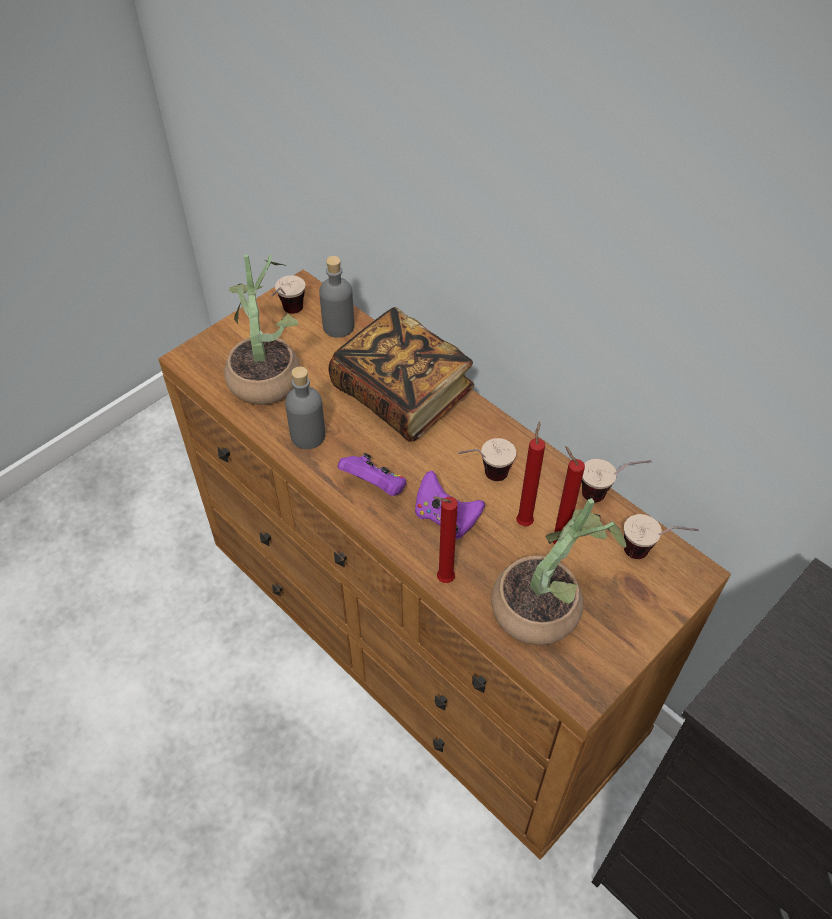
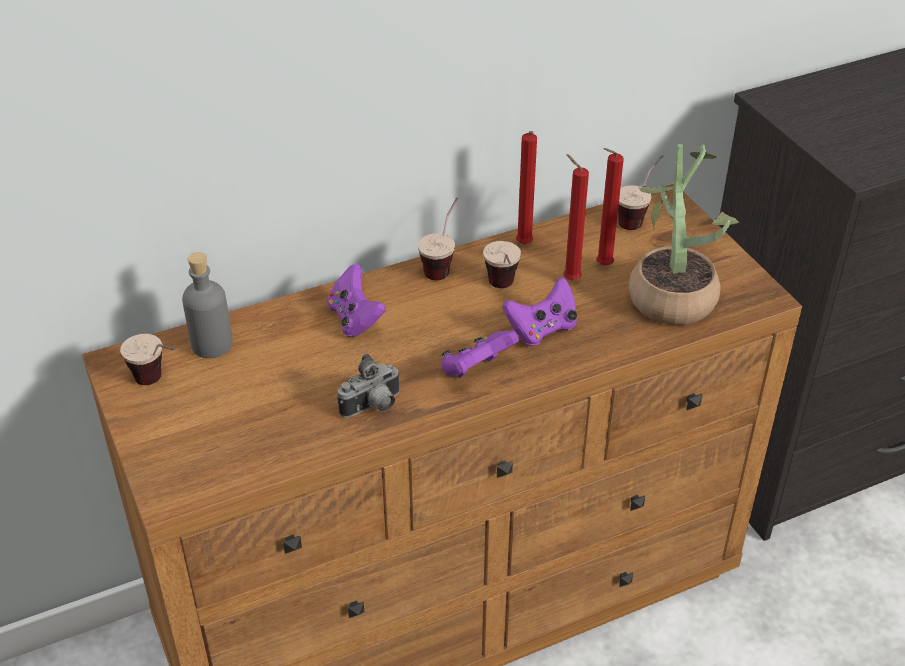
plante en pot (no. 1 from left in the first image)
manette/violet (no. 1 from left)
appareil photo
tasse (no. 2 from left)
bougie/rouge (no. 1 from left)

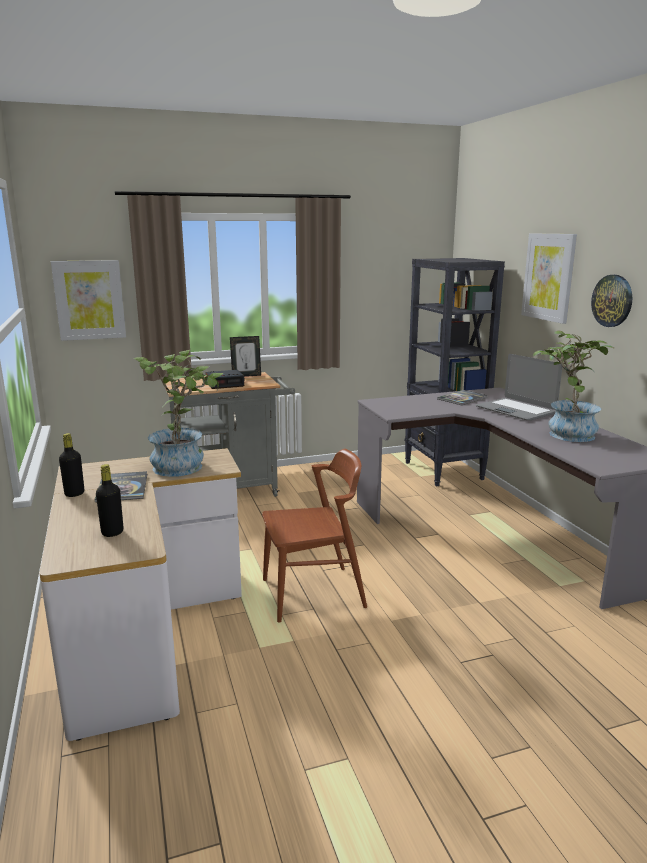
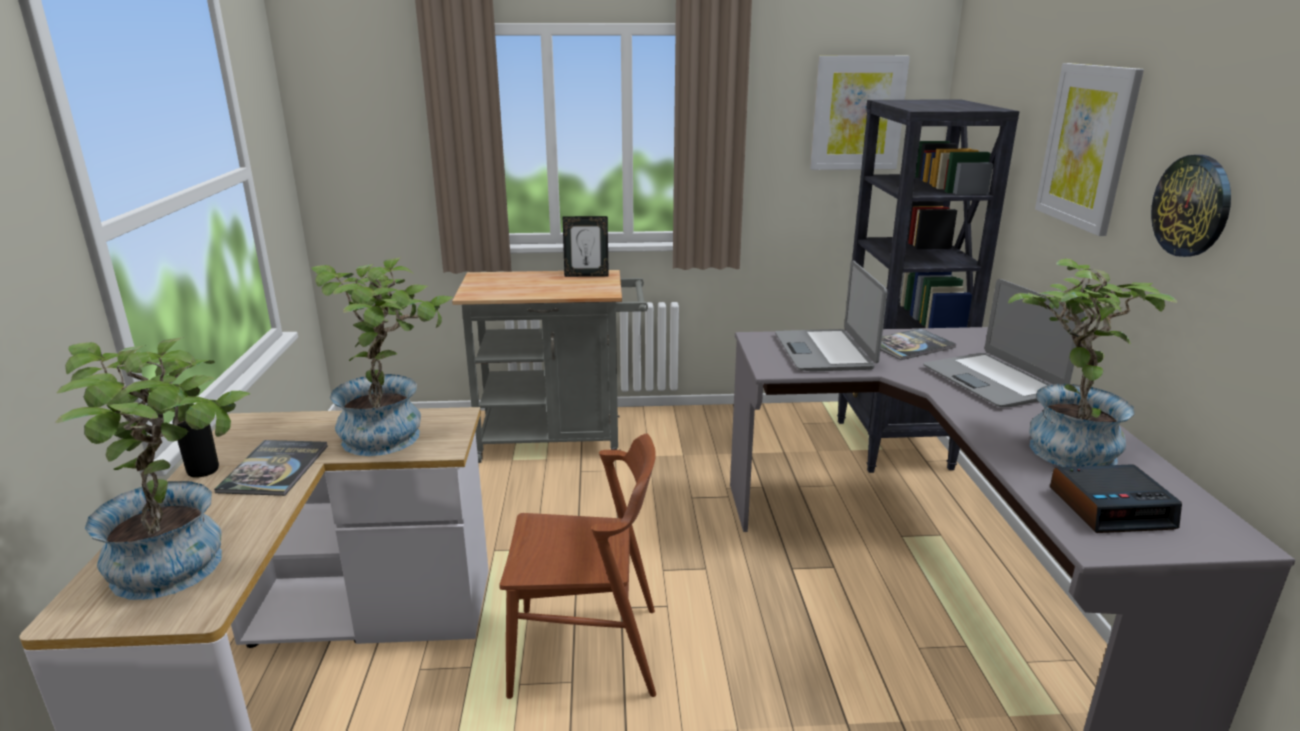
tableau (no. 1 from left)
réveil
plante en pot (no. 1 from left)
ordinateur portable (no. 1 from left)

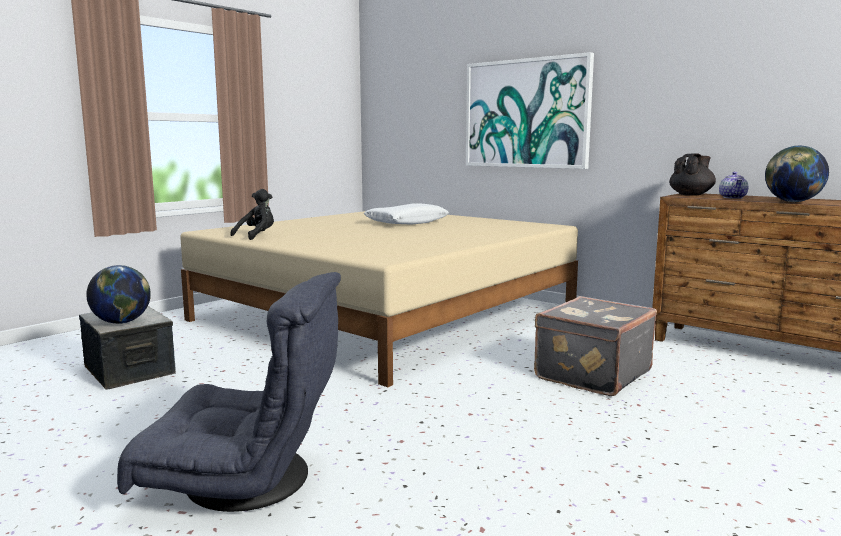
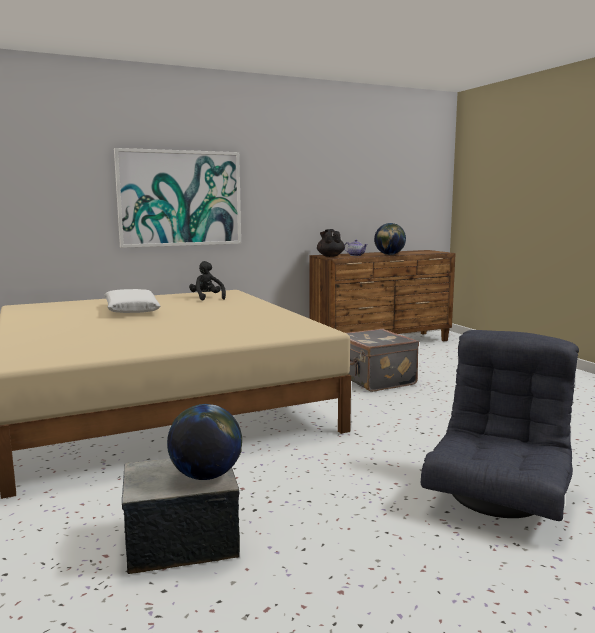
peluche/noir

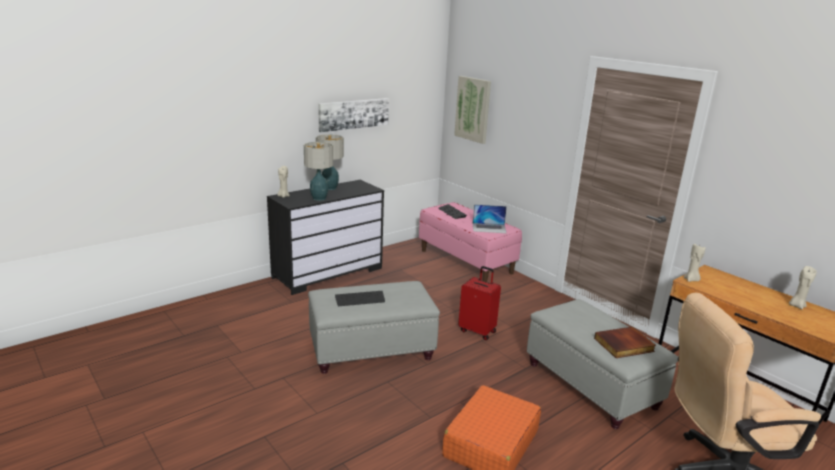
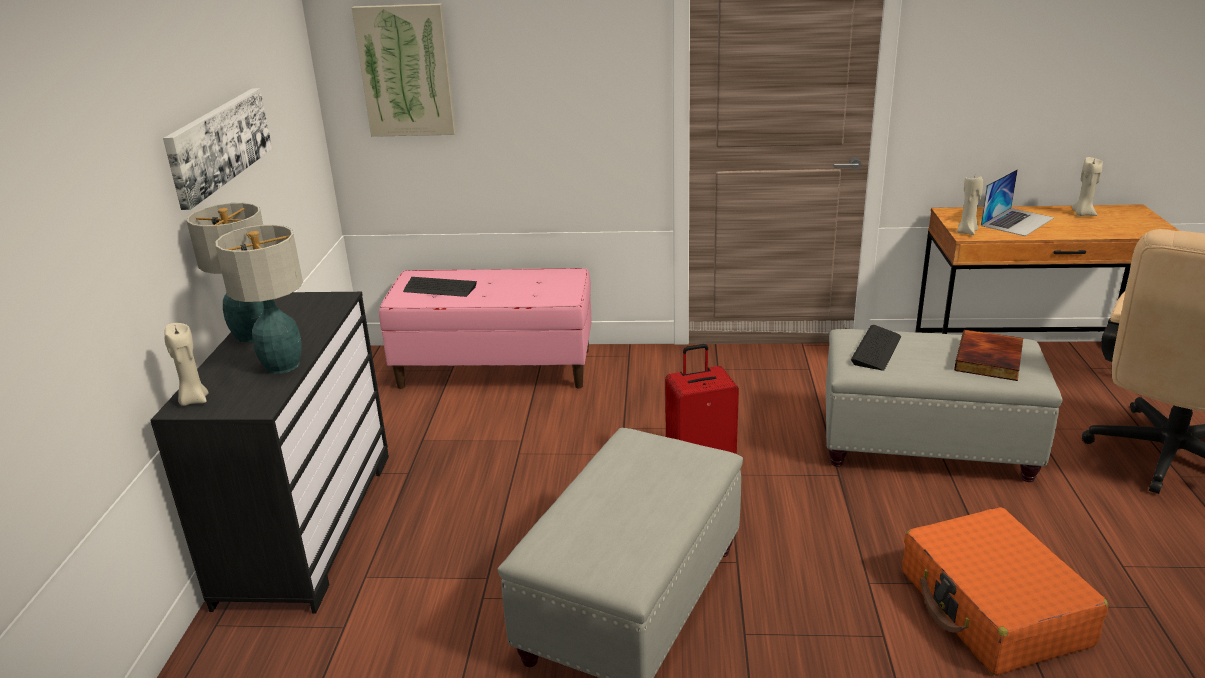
ordinateur portable
clavier (no. 2 from left)

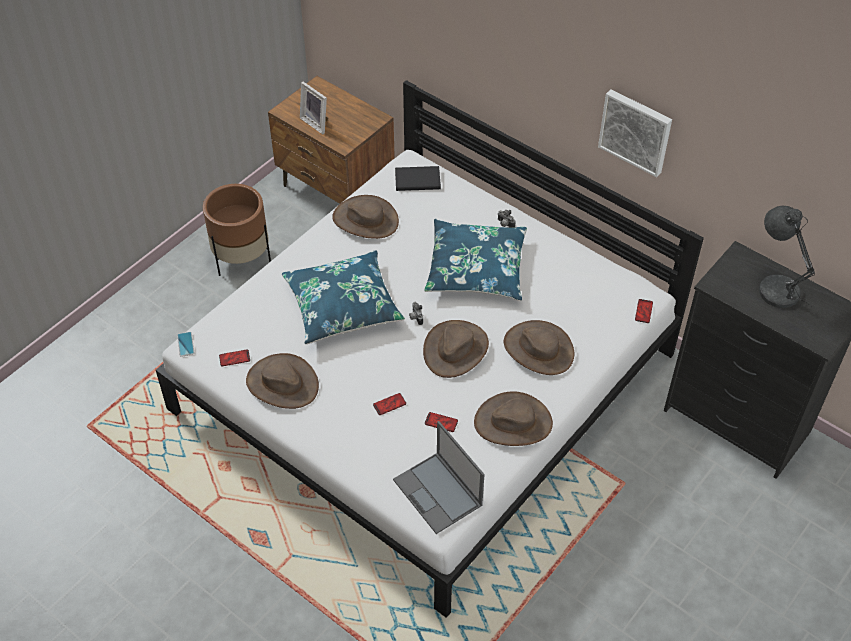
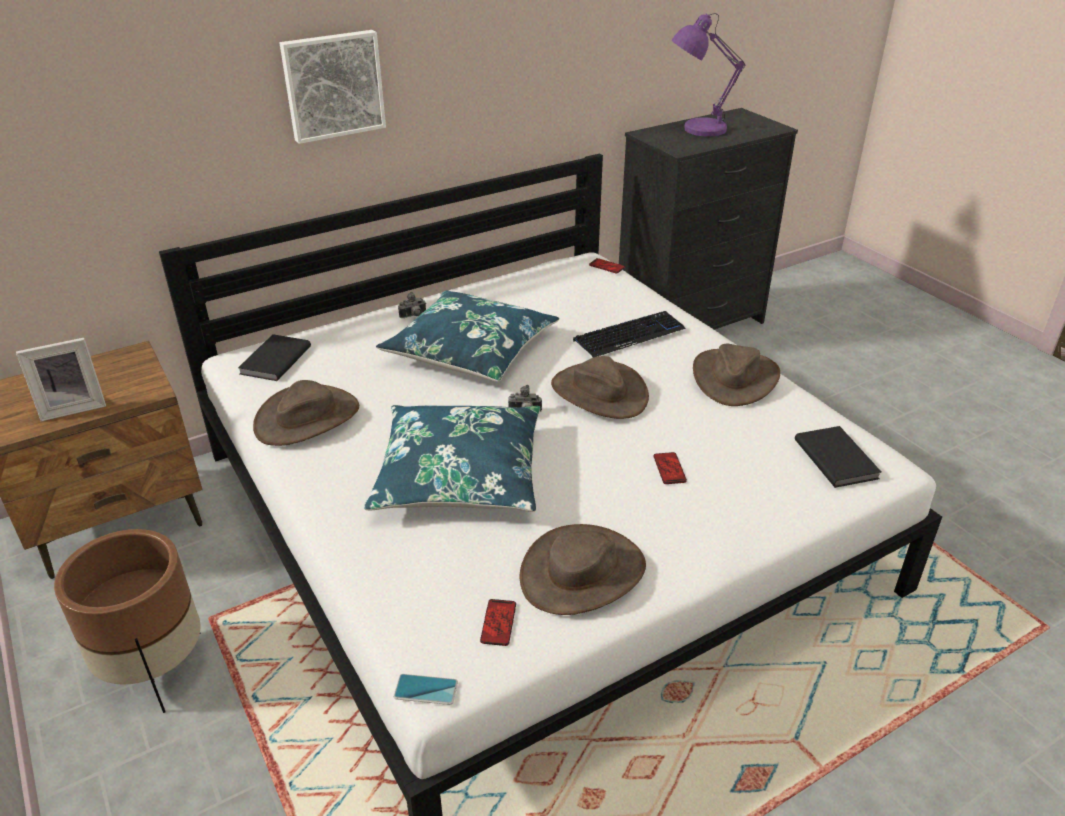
tableau
lampe de table/violet
clavier
téléphone (no. 4 from left in the first image)
livre/noir (no. 2 from left)

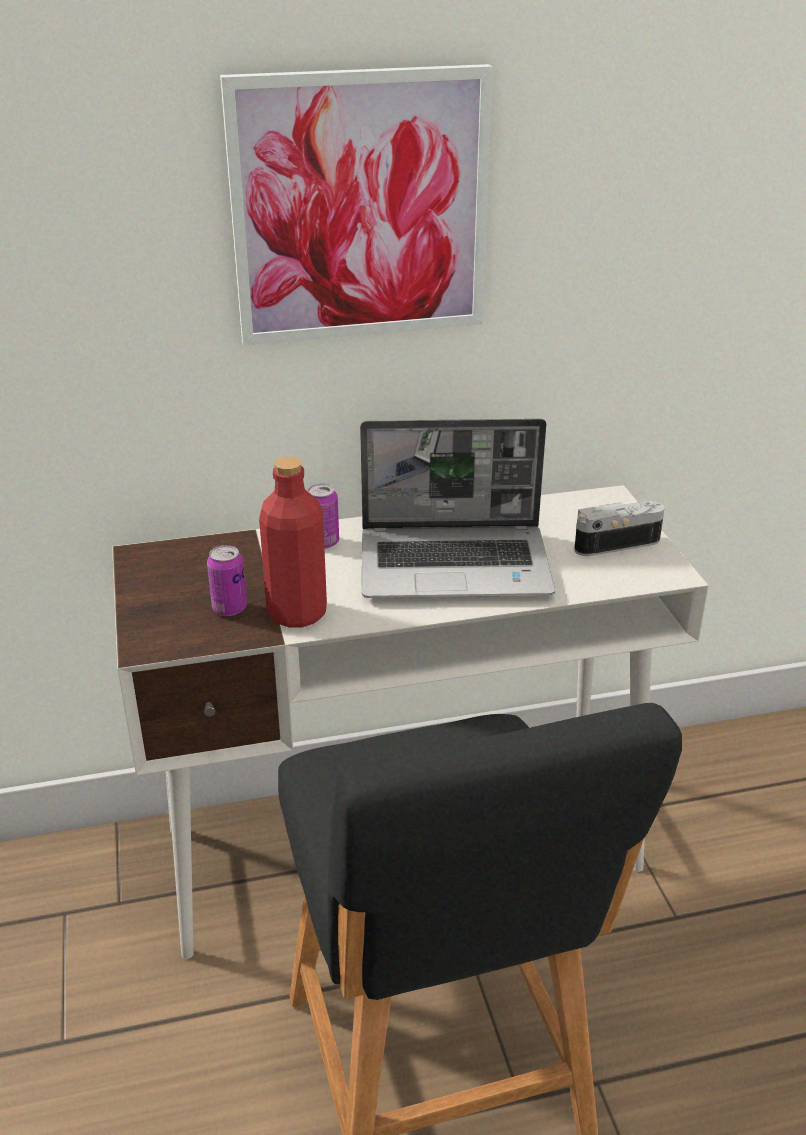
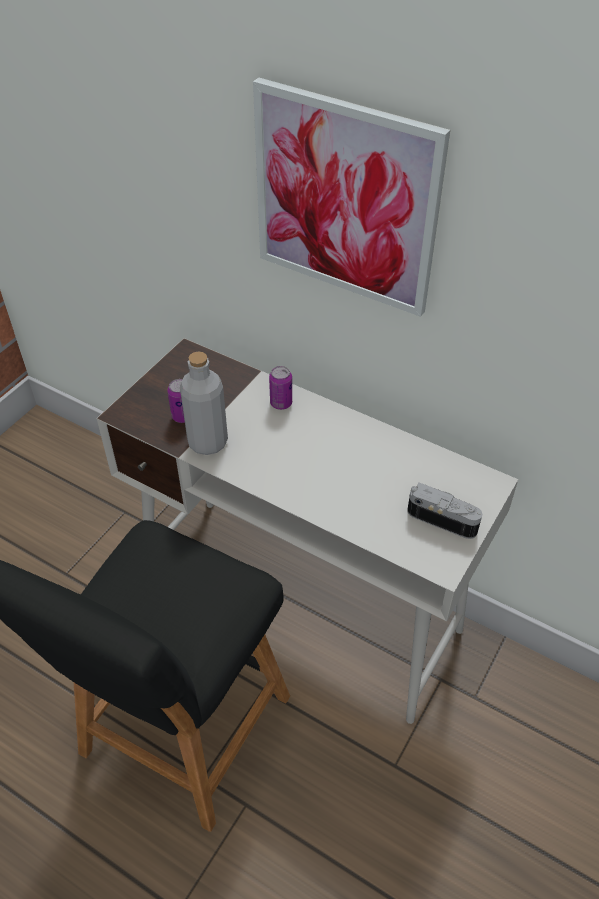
ordinateur portable
bouteille/gris

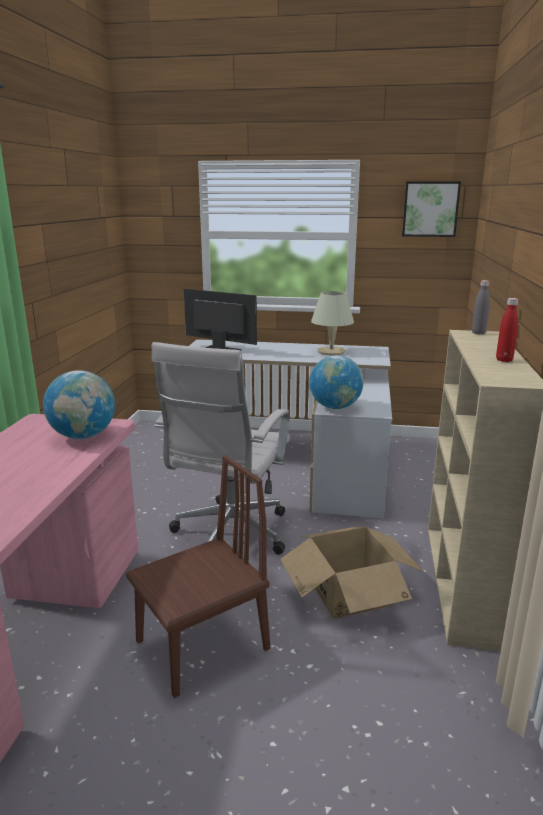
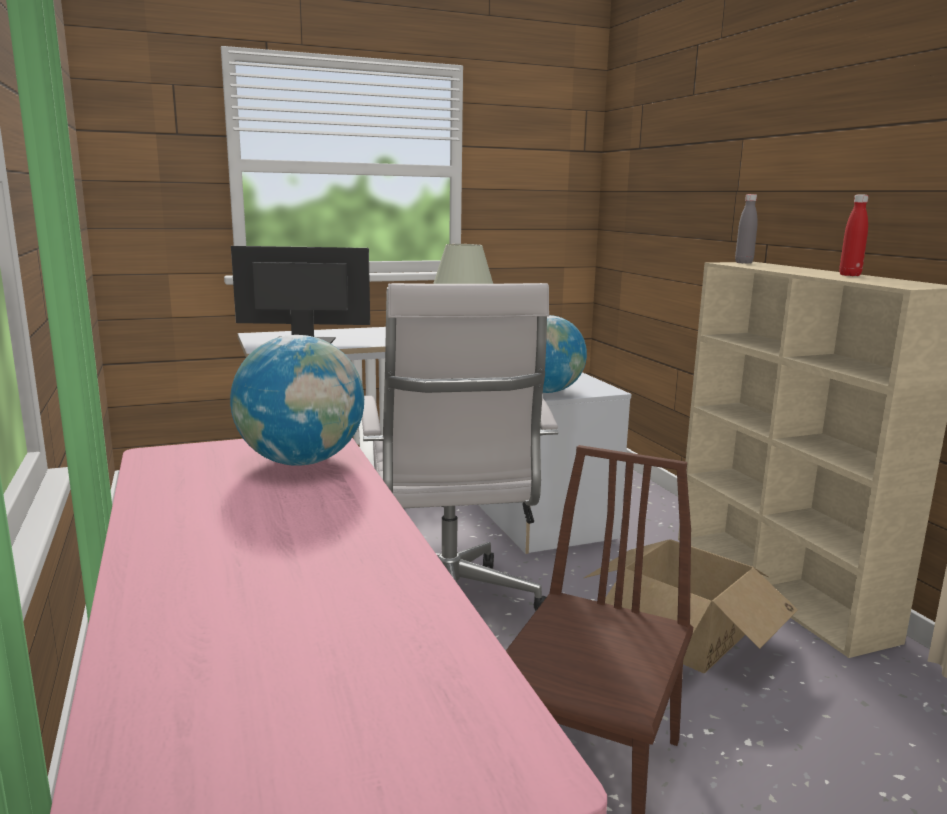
tableau

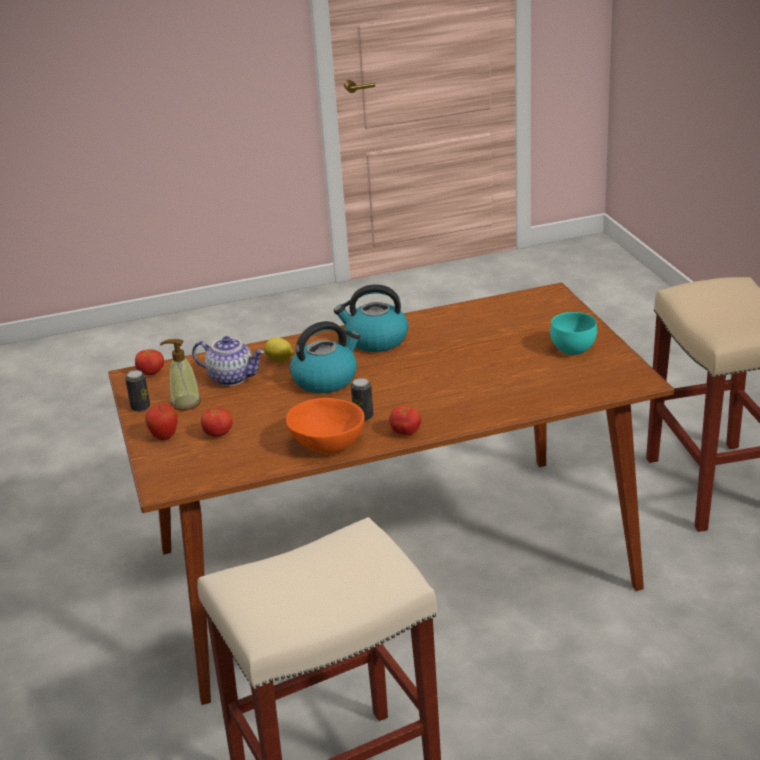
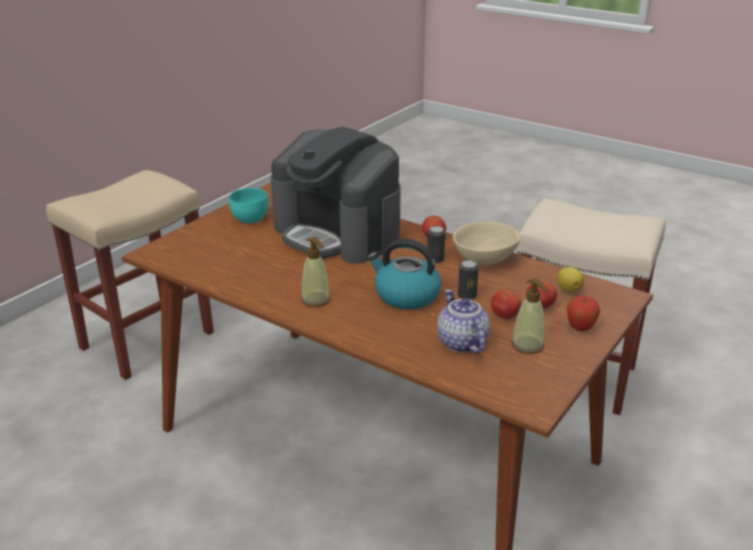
distributeur de savon (no. 1 from left)
citron
tomate (no. 2 from left)
boîte métallique (no. 2 from left)
bol/beige
machine à café

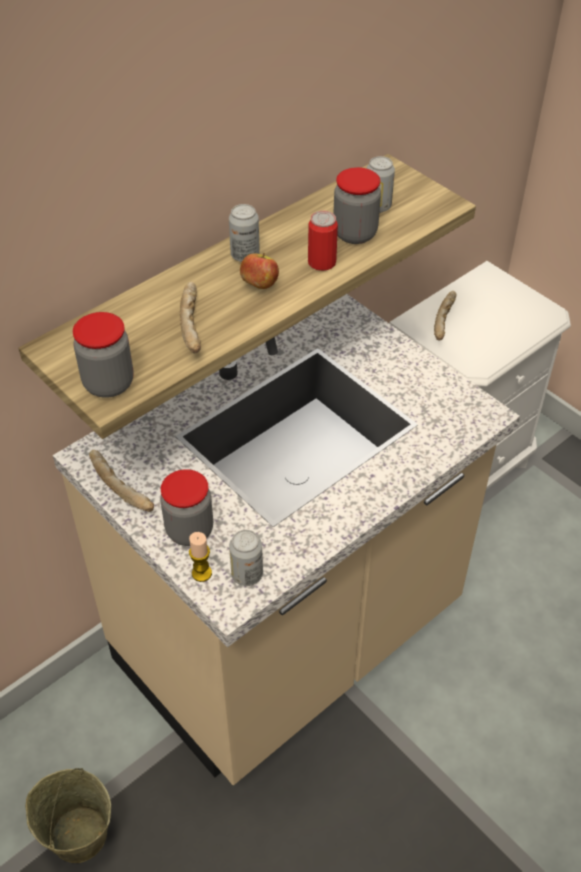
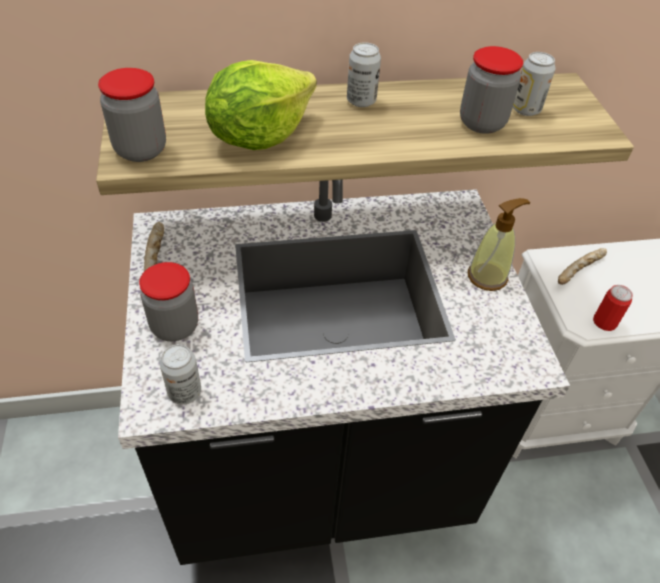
boîte métallique (no. 4 from left)
pomme
laitue
comptoir de cuisine/noir
bougie
seau/beige
distributeur de savon

